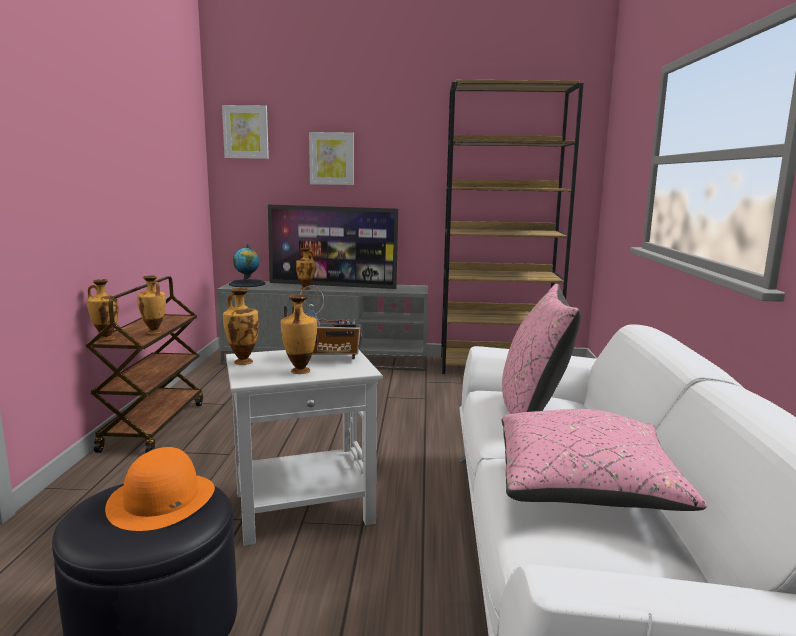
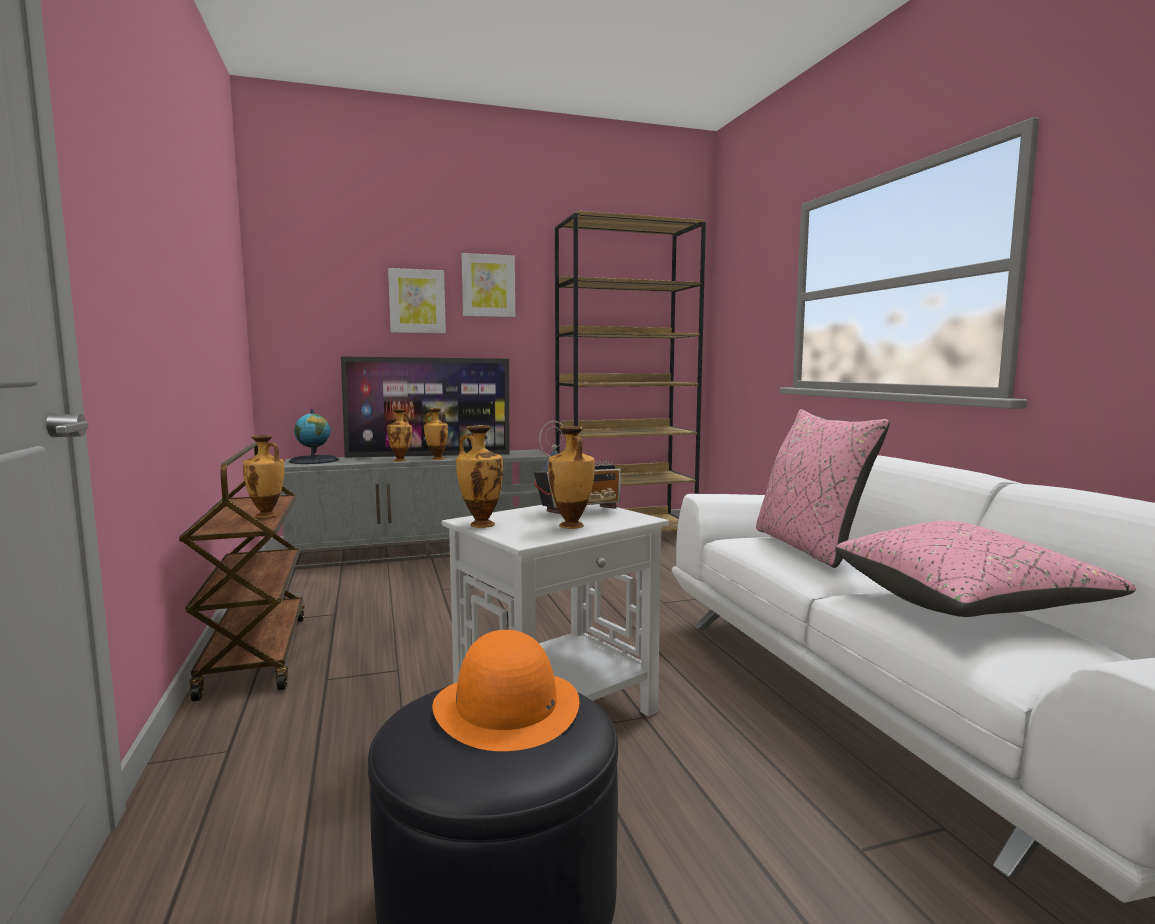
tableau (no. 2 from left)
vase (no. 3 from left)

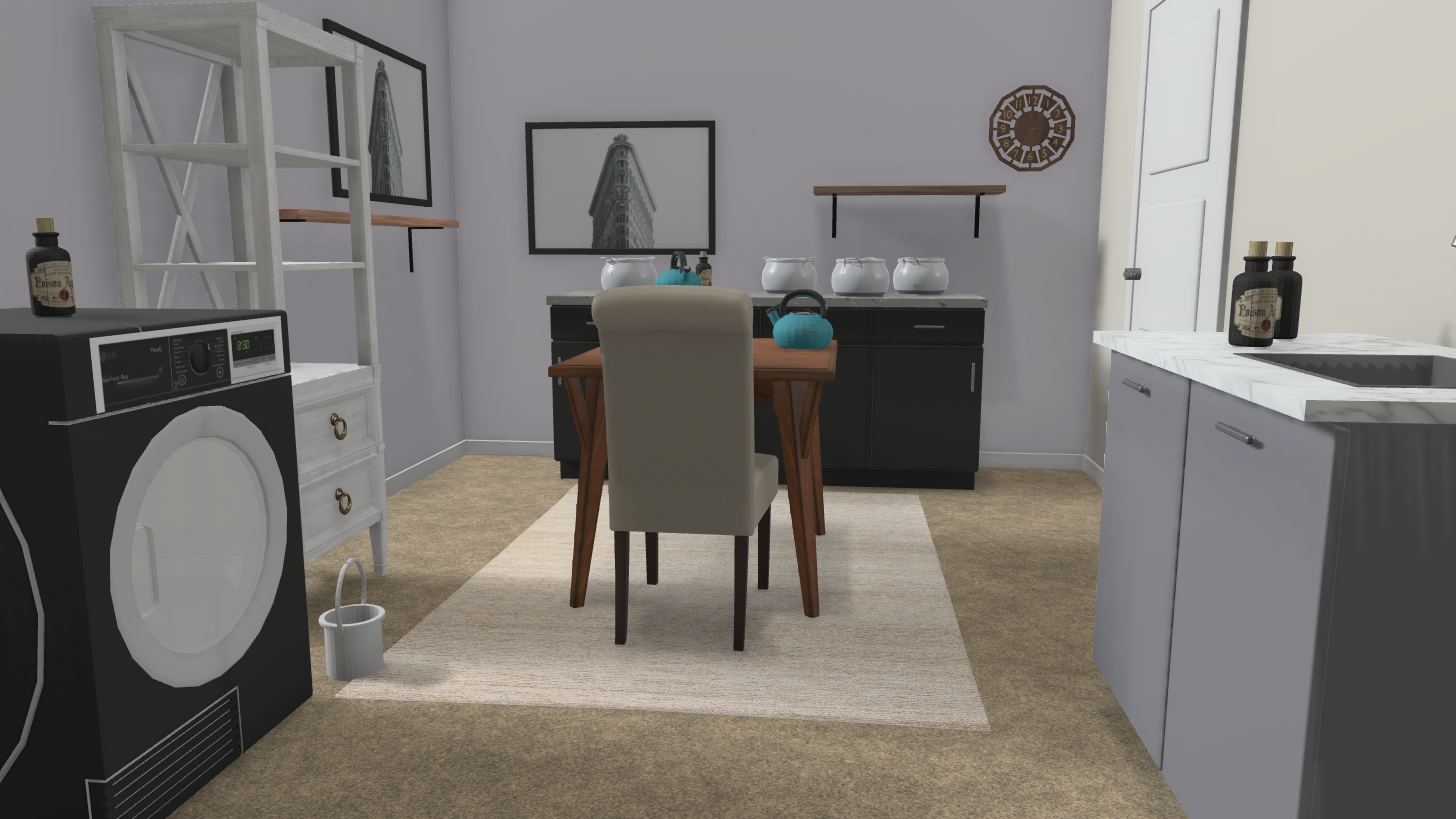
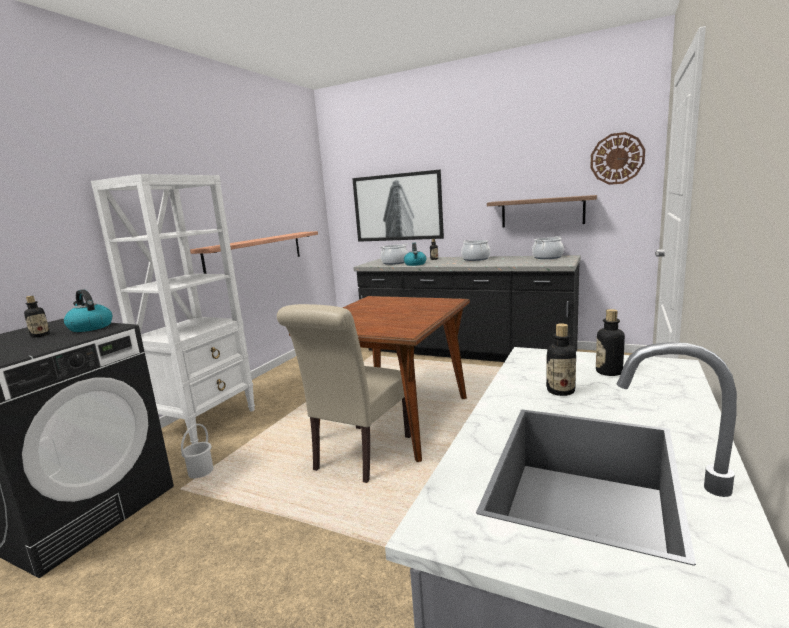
tableau (no. 1 from left in the first image)
marmite (no. 3 from left in the first image)
bouilloire (no. 1 from left)

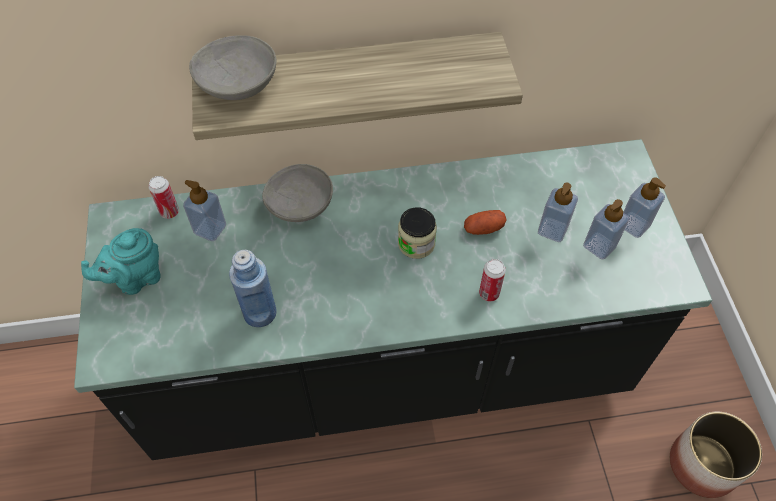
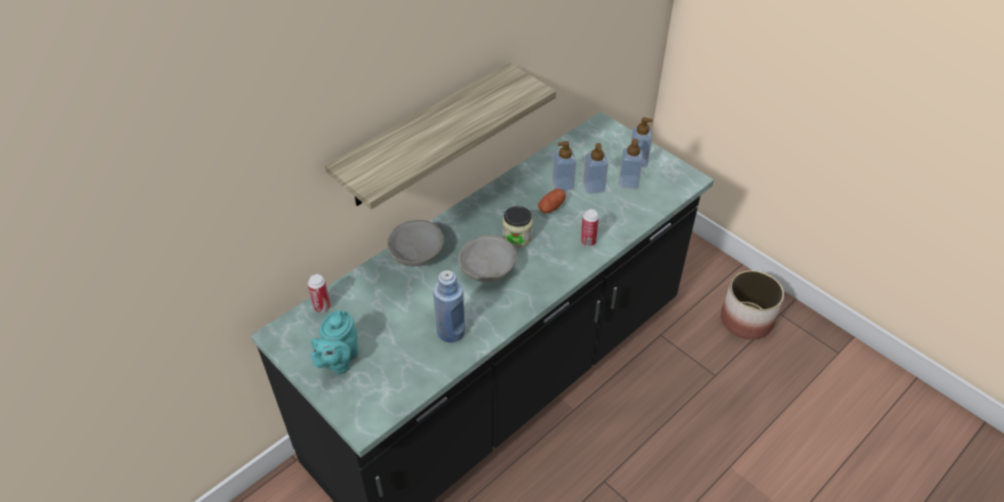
bol/gris (no. 2 from left)
distributeur de savon (no. 1 from left)

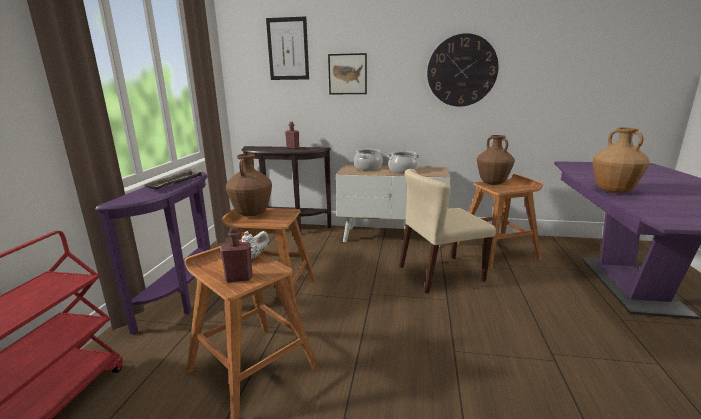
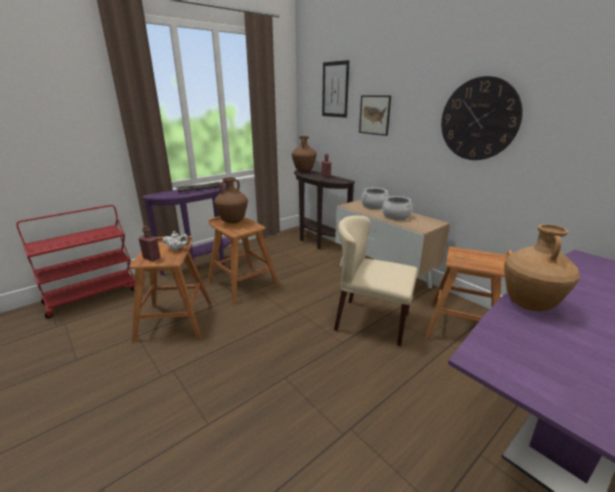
vase/marron (no. 2 from left)

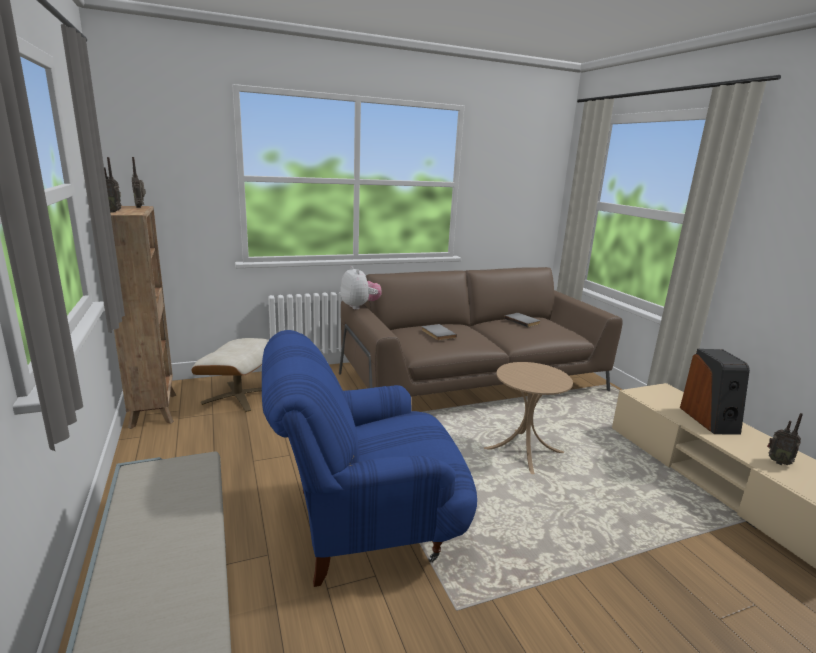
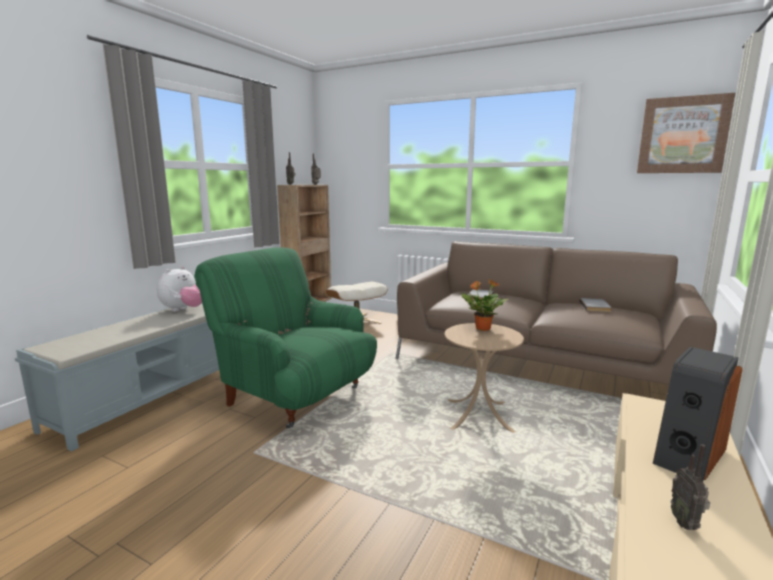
peluche
fauteuil/vert
tableau
plante en pot

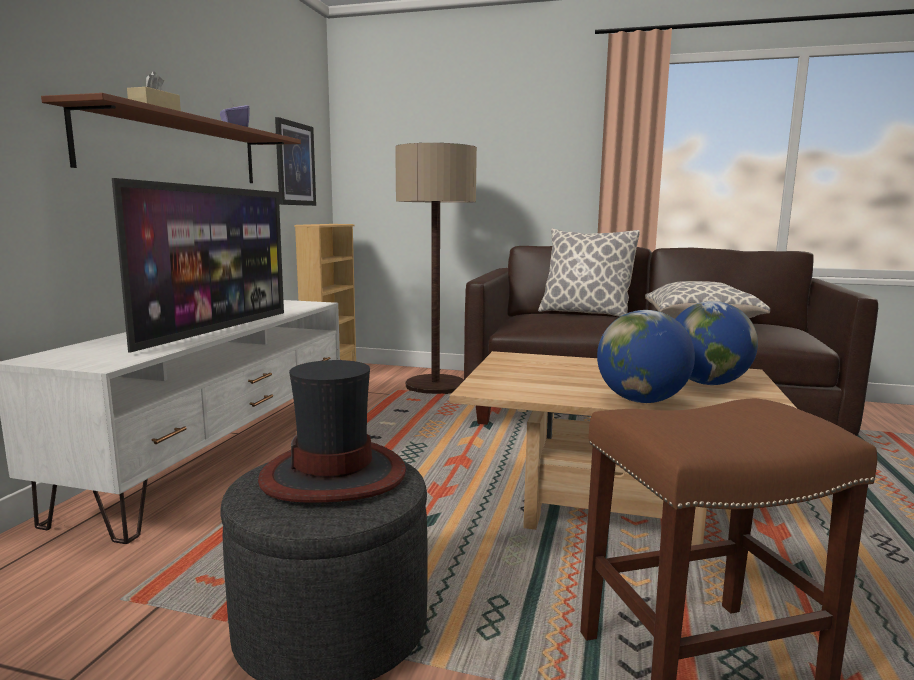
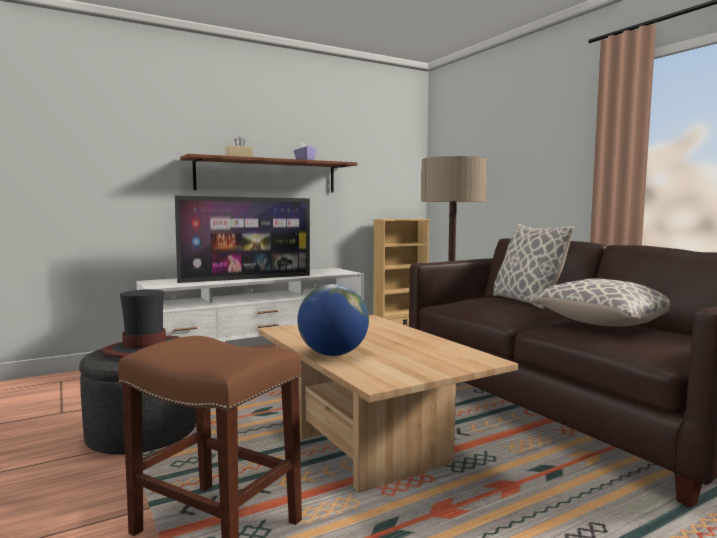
tableau
globe (no. 2 from left in the first image)

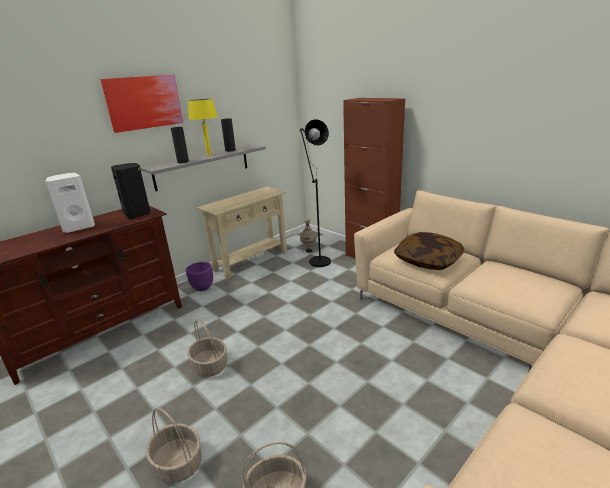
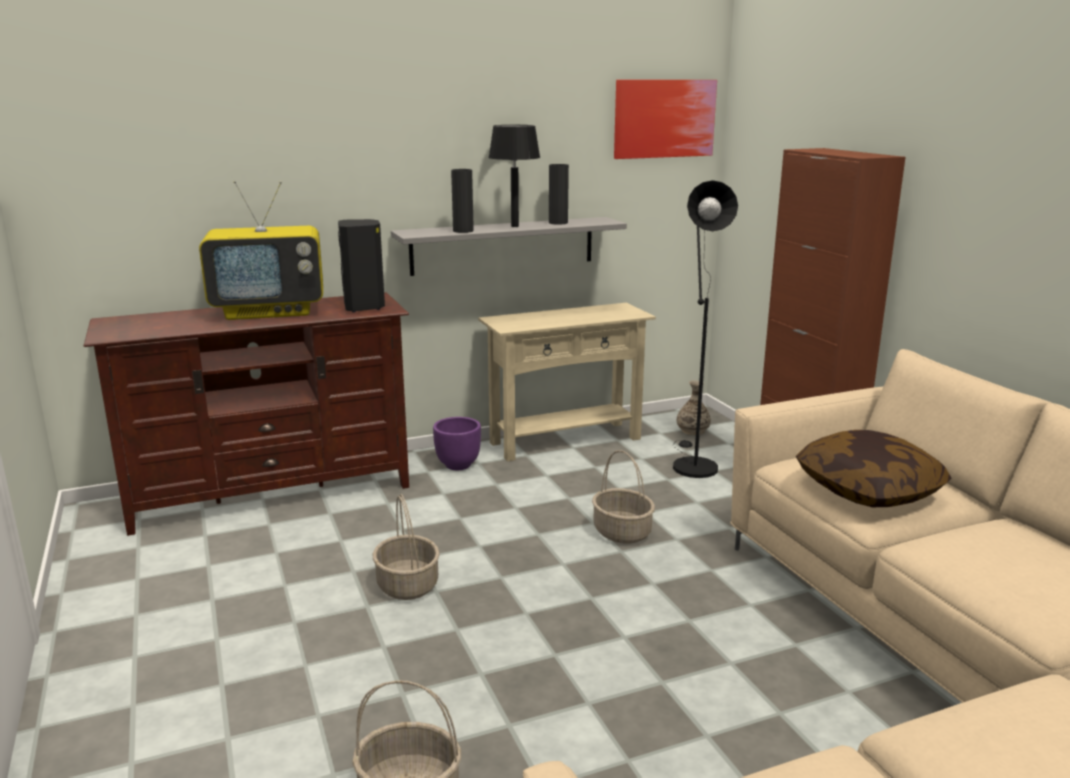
tableau
lampe de table/noir
téléviseur
panier (no. 3 from left)

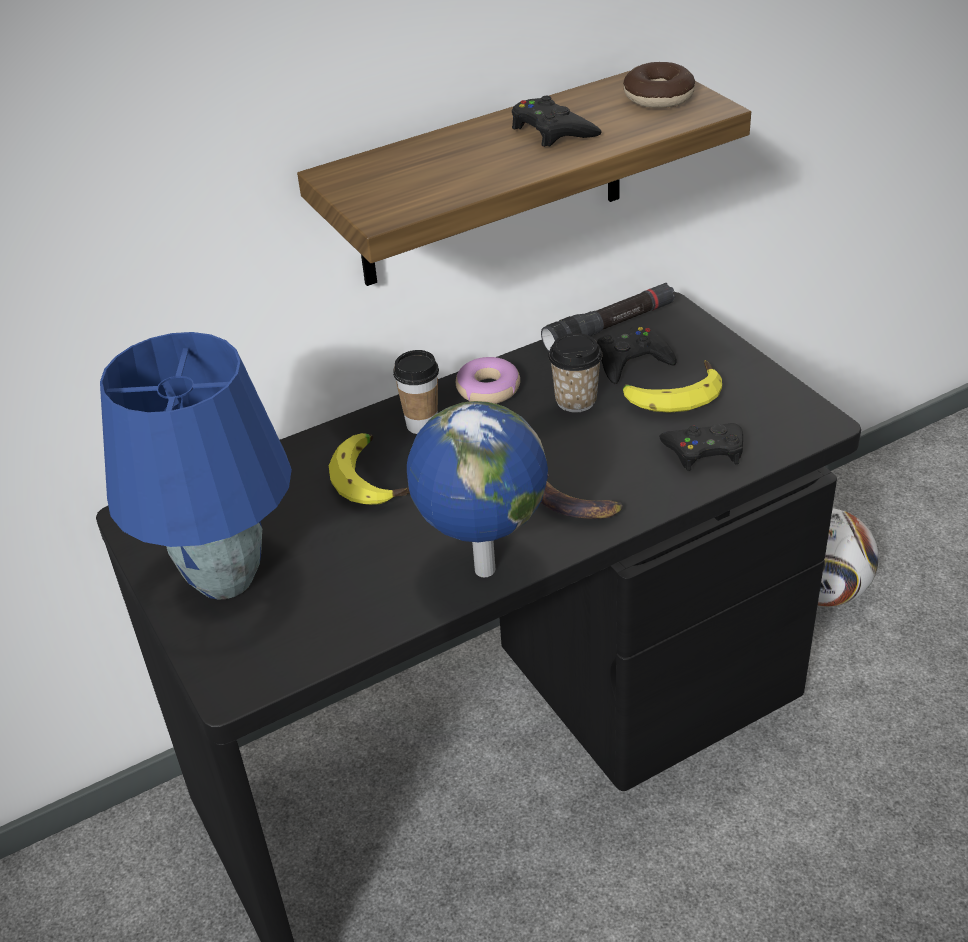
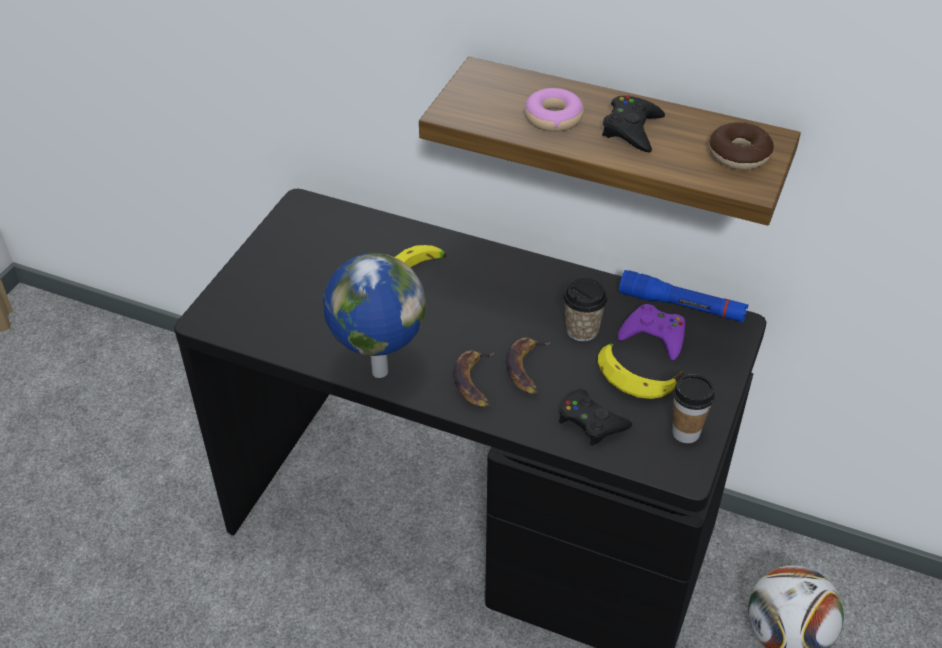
lampe de poche/bleu
manette/violet
lampe de table/bleu
tasse (no. 2 from left)
beignet (no. 1 from left)
banane (no. 3 from left)

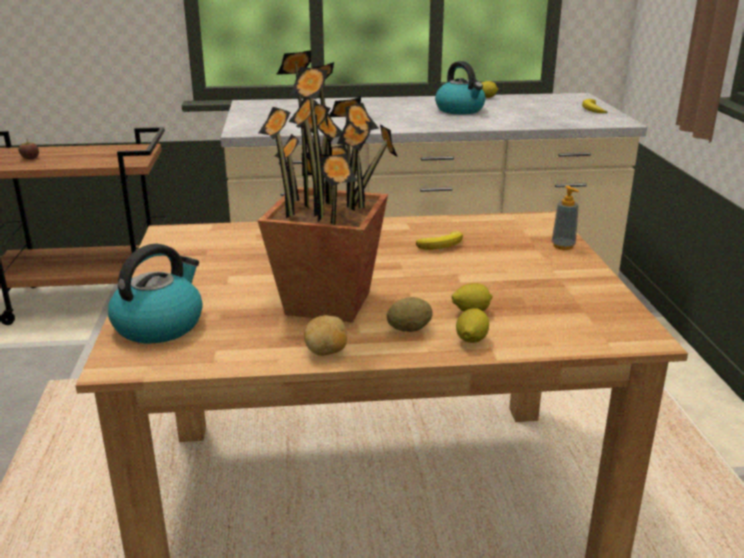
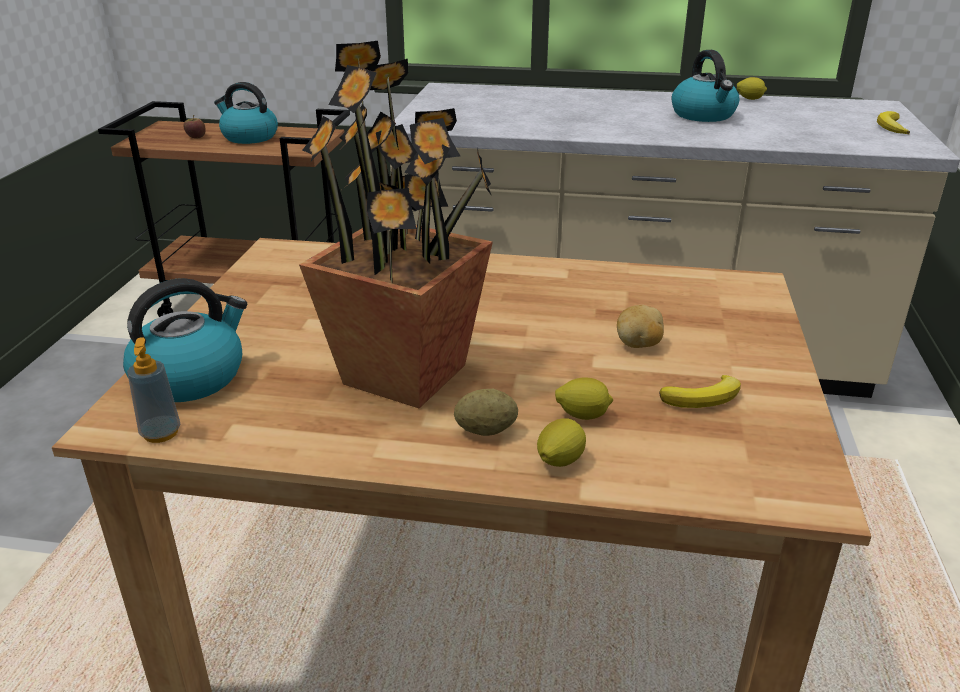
distributeur de savon
banane (no. 1 from left)
pomme de terre (no. 2 from left)
bouilloire (no. 2 from left)

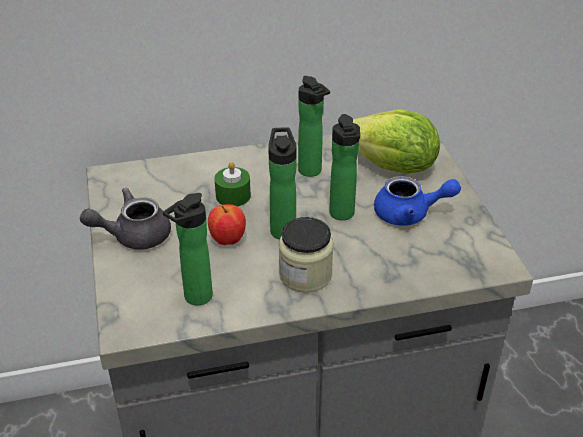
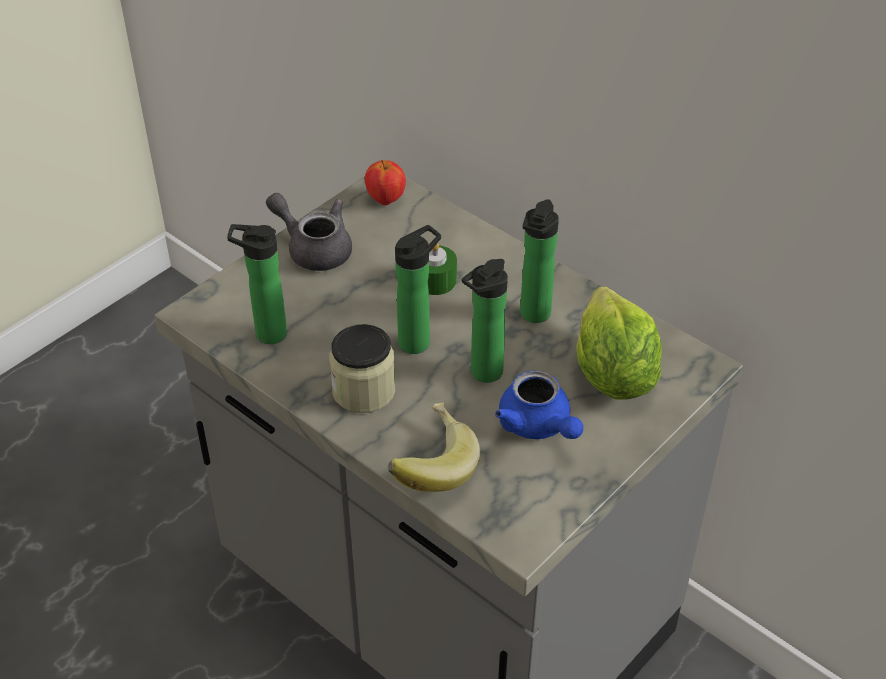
pomme
banane

